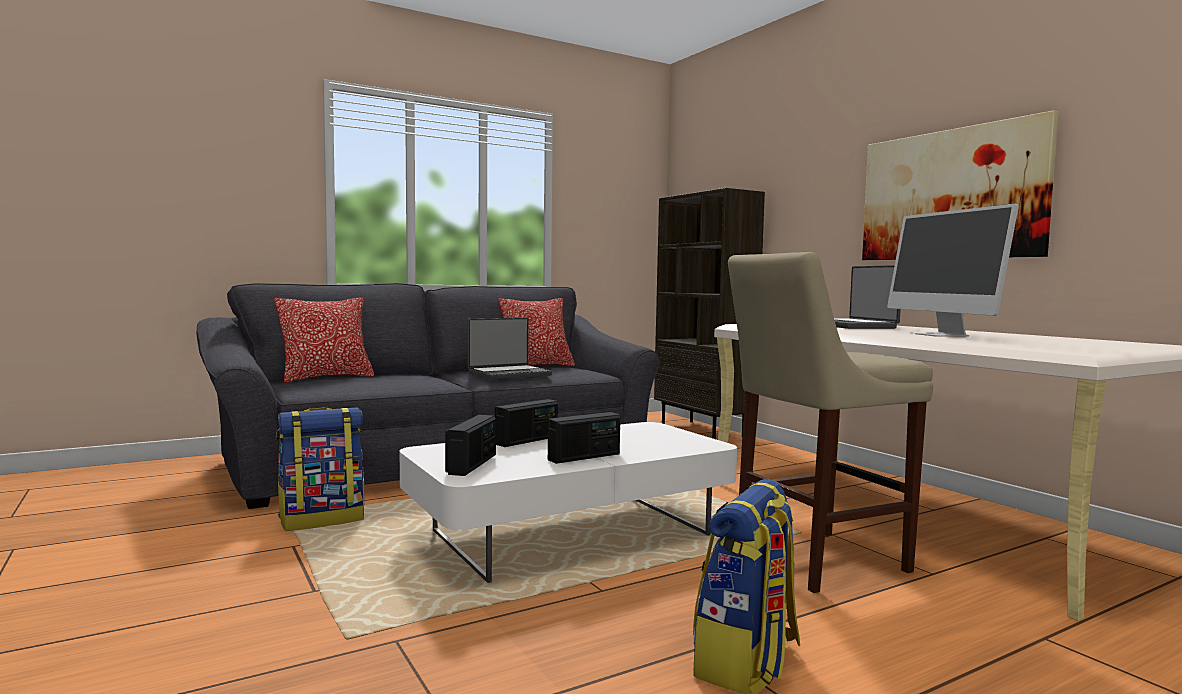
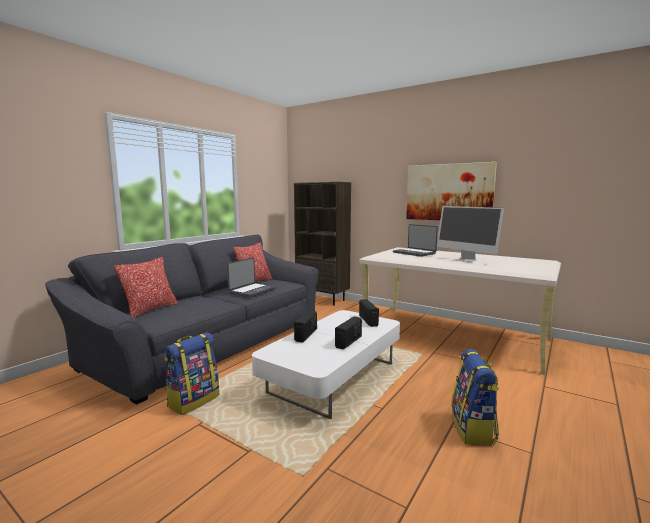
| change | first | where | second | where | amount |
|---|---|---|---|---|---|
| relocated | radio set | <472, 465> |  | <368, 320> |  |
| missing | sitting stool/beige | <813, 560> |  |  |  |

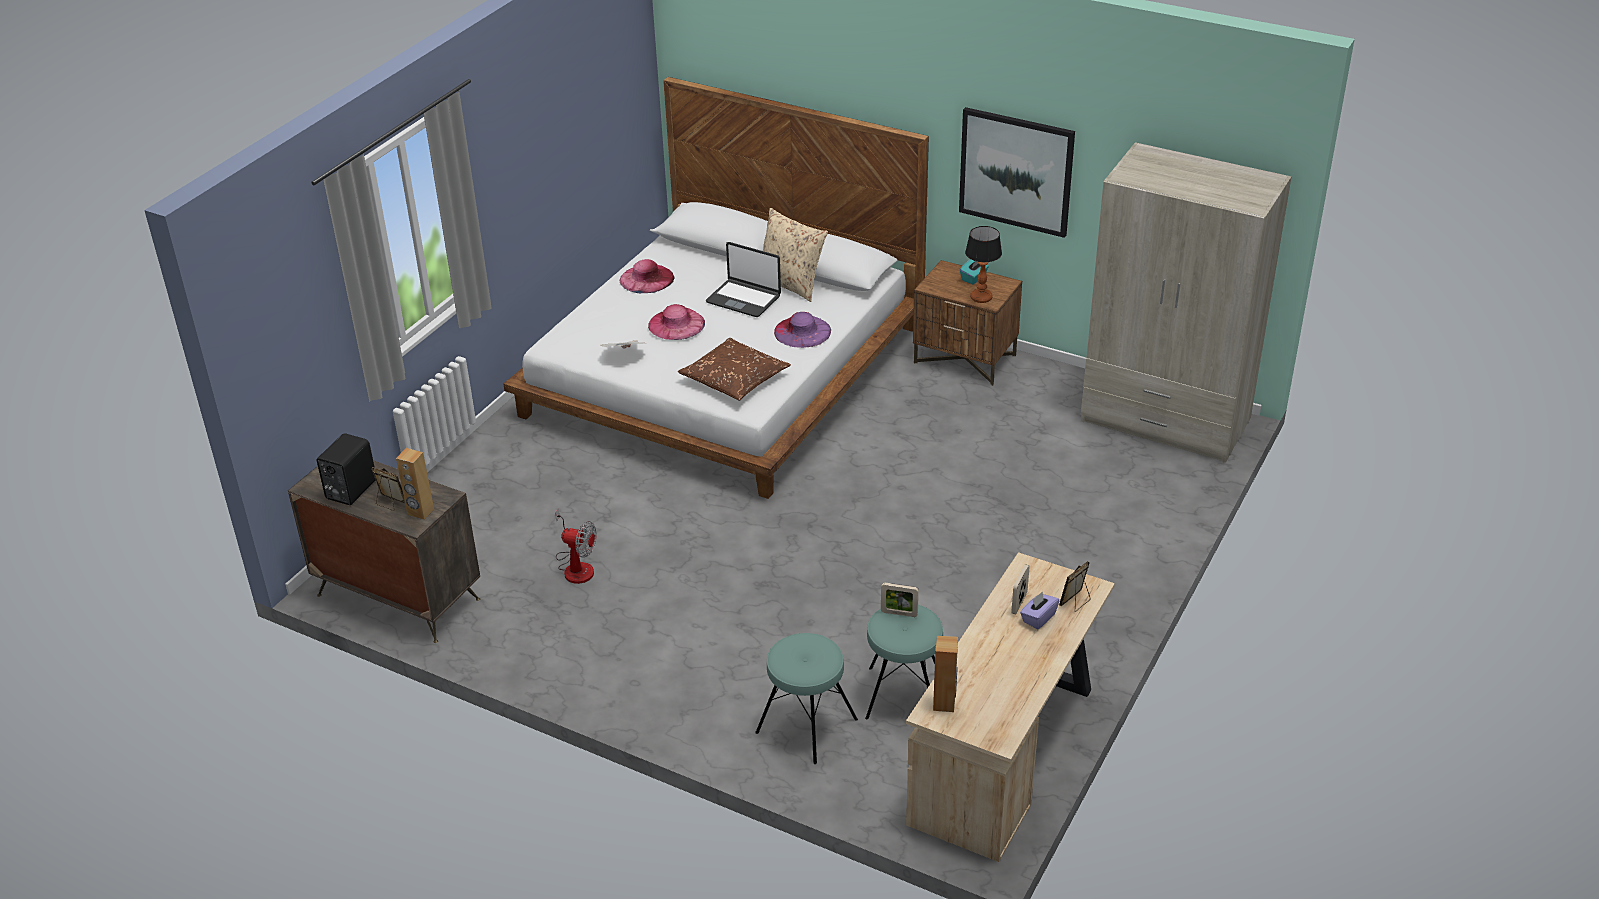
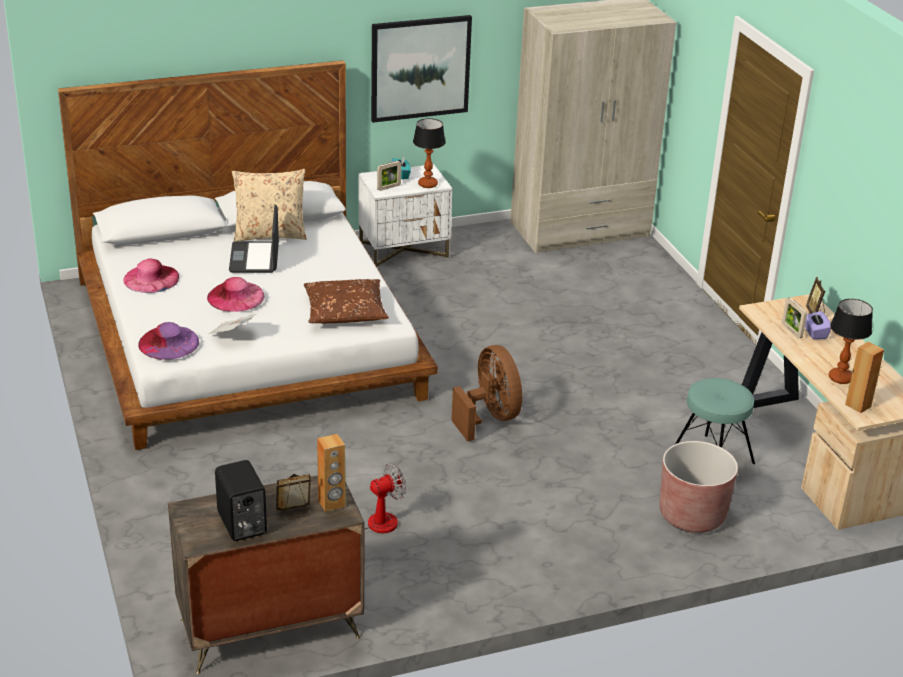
| change | first | where | second | where | amount |
|---|---|---|---|---|---|
| relocated | wearable hat/purplish | <802, 331> |  | <168, 343> |  |
| spun | notebook computer | <744, 299> |  | <255, 258> | 105 degrees clockwise |
| colour | nightstand/brownish | <965, 359> | nightstand/white | <404, 250> |  |
| relocated | photo frame | <899, 613> |  | <388, 187> |  |
| appeared |  |  | electric fan/brownish | <489, 418> |  |
| exchanged | sitting stool/blue-green | <806, 726> | flower pot/brownish | <692, 515> |  |
| appeared |  |  | lamp for a table | <840, 378> |  |

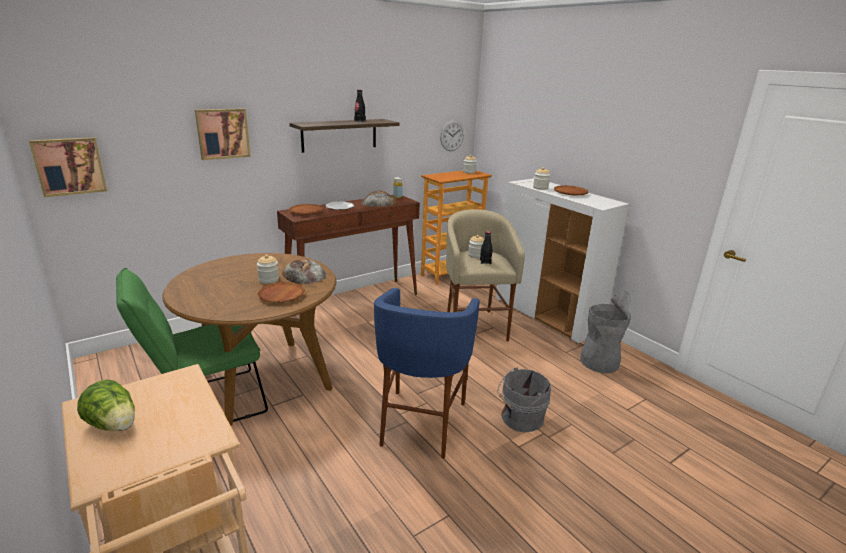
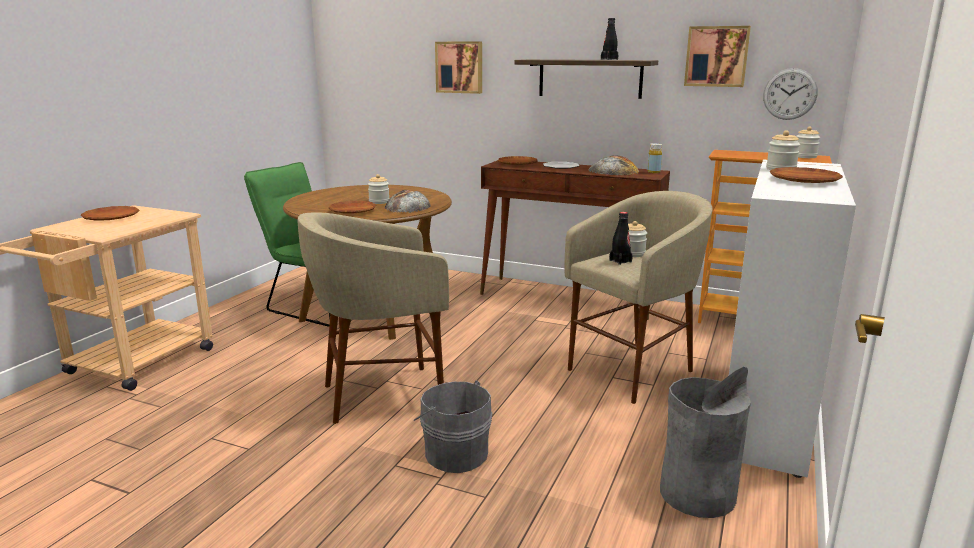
| change | first | where | second | where | amount |
|---|---|---|---|---|---|
| exchanged | lettuce | <114, 425> | dinner plate/brownish | <111, 217> |  |
| colour | sitting stool/bluish | <421, 423> | sitting stool/beige | <382, 395> |  |
| relocated | picture | <69, 166> |  | <716, 56> |  |

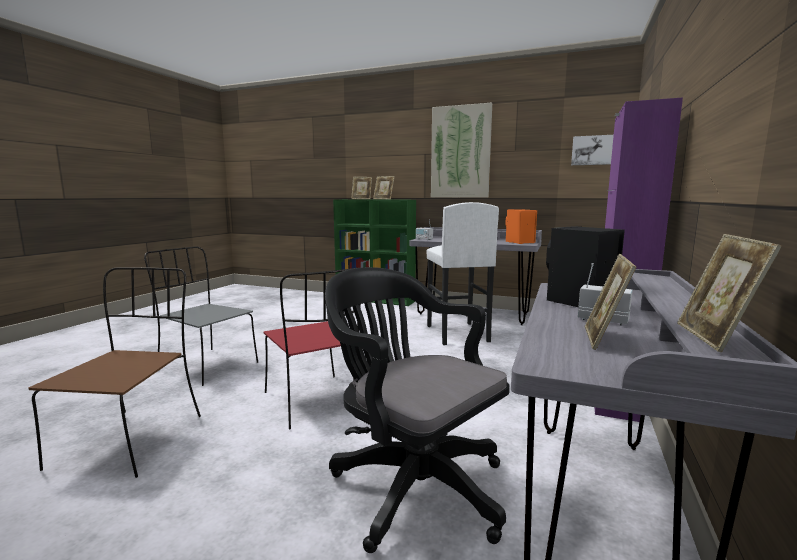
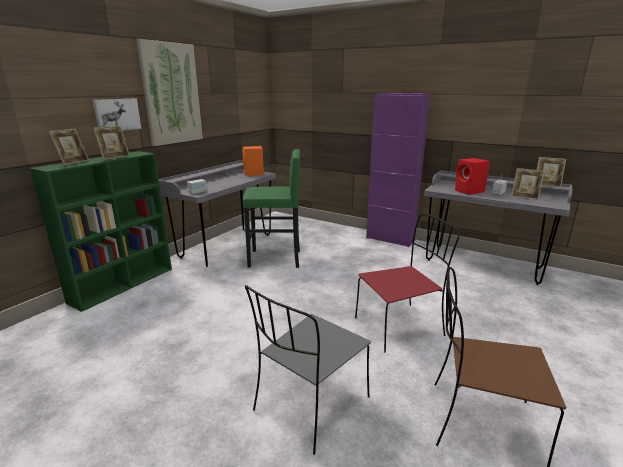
| change | first | where | second | where | amount |
|---|---|---|---|---|---|
| relocated | picture | <594, 150> |  | <117, 115> |  |
| colour | sitting stool/white | <457, 334> | sitting stool/greenish | <275, 259> |  |
| colour | loudspeaker/black-coloured | <578, 302> | loudspeaker/reddish | <470, 191> |  |
| missing | computer chair/black-coloured | <412, 484> |  |  |  |

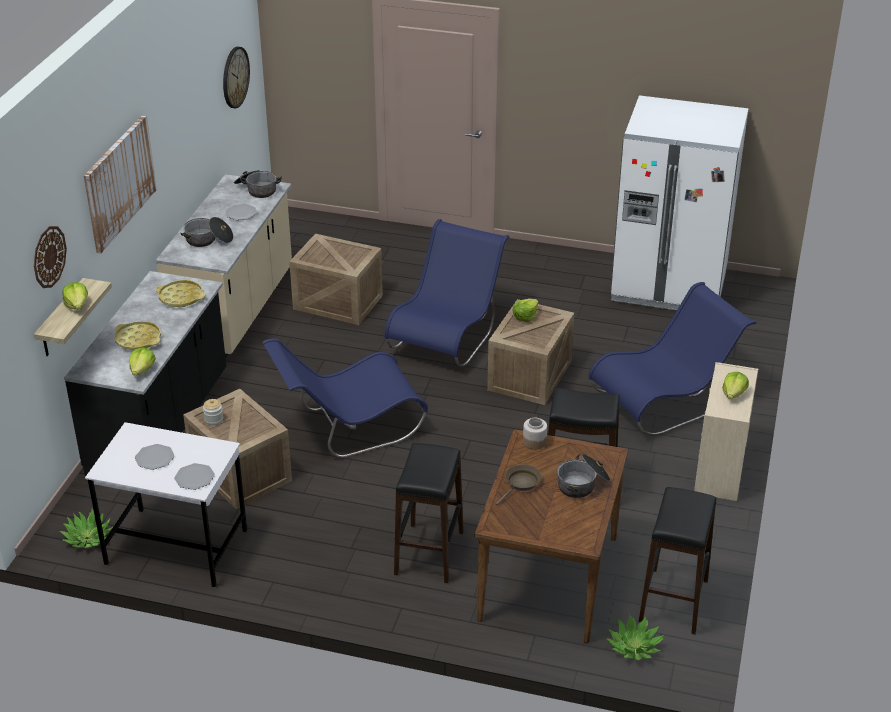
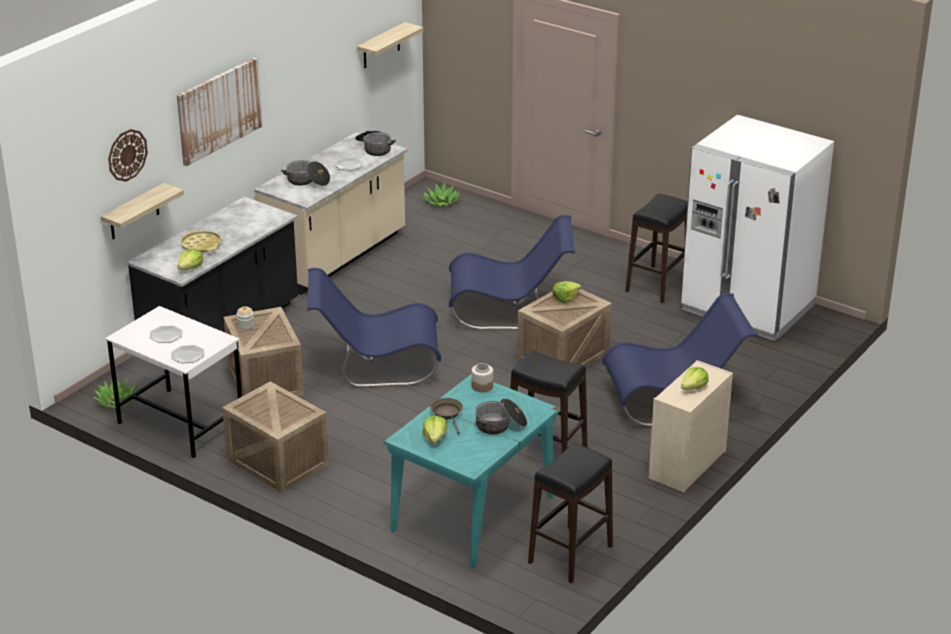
| change | first | where | second | where | amount |
|---|---|---|---|---|---|
| relocated | shipping crate | <336, 302> |  | <276, 462> |  |
| exchanged | hanging clock | <235, 77> | wall shelf | <381, 46> |  |
| colour | dining table/brownish | <549, 576> | dining table/blue-green | <473, 512> |  |
| relocated | potted plant | <634, 647> |  | <441, 202> |  |
| relocated | lettuce | <77, 305> |  | <435, 438> |  |
| spun | frying pan/brownish | <521, 484> |  | <448, 414> | 75 degrees counterclockwise |
| spun | plain chair/bluish | <447, 336> |  | <510, 310> | 45 degrees clockwise |
| relocated | sitting stool/black-coloured | <429, 552> |  | <657, 284> |  |
| missing | tray/yellowish | <181, 297> |  |  |  |

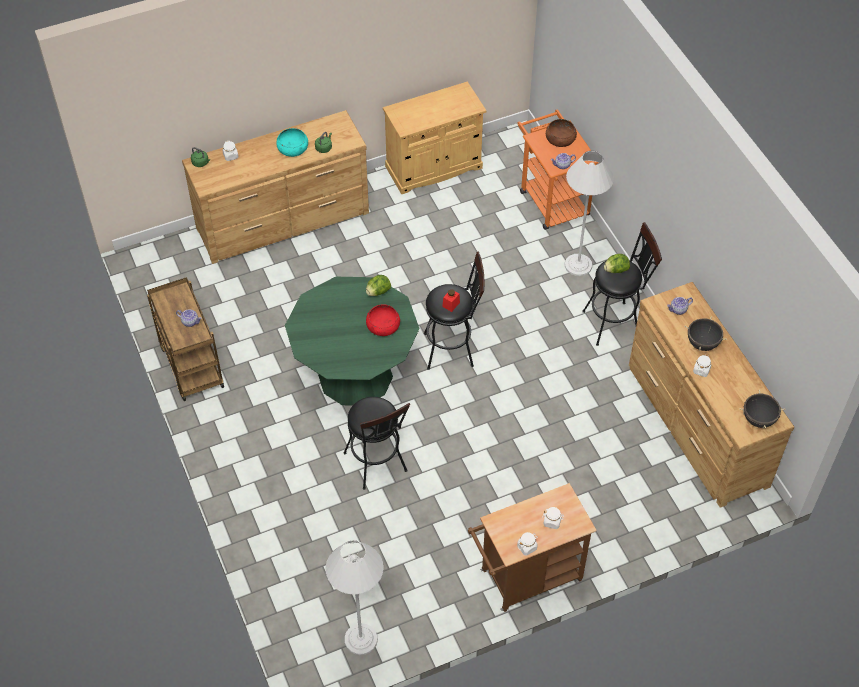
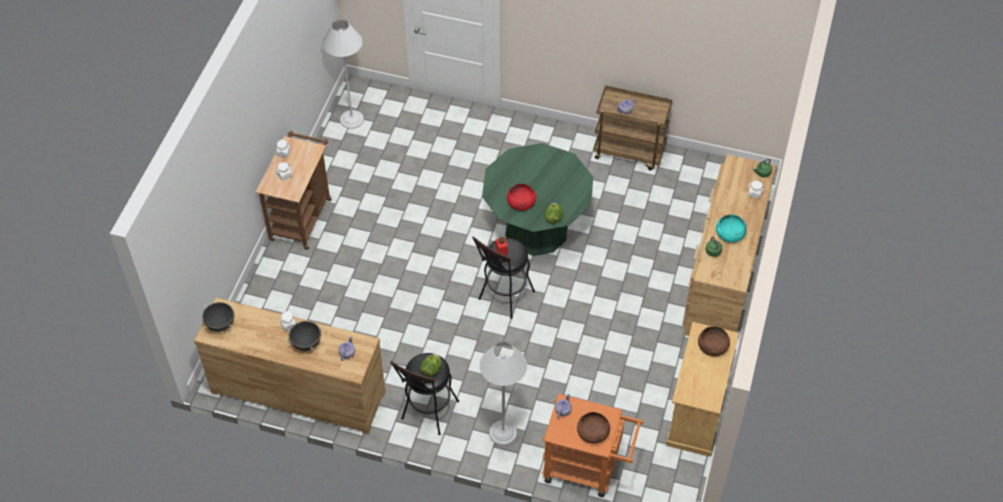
| change | first | where | second | where | amount |
|---|---|---|---|---|---|
| appeared |  |  | bowl/brownish | <713, 346> |  |
| missing | sitting stool/black-coloured | <378, 466> |  |  |  |

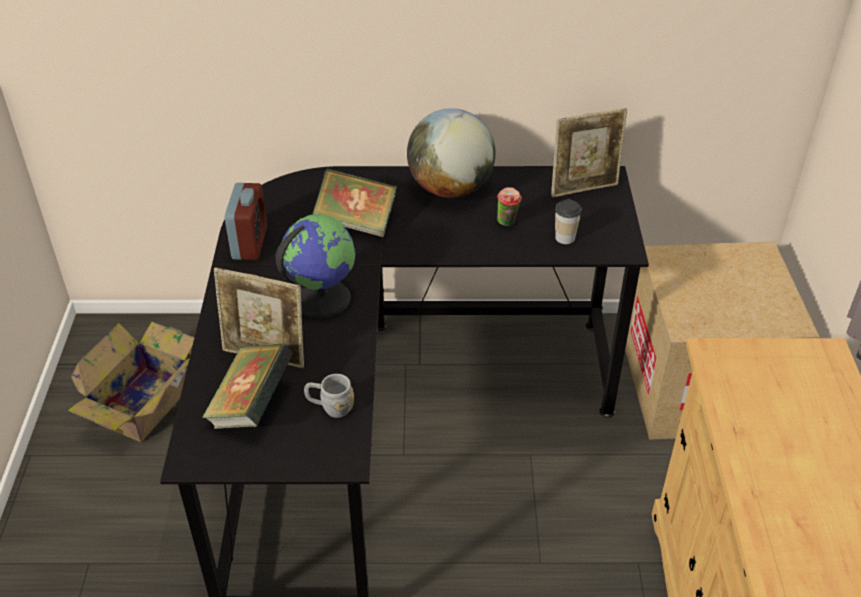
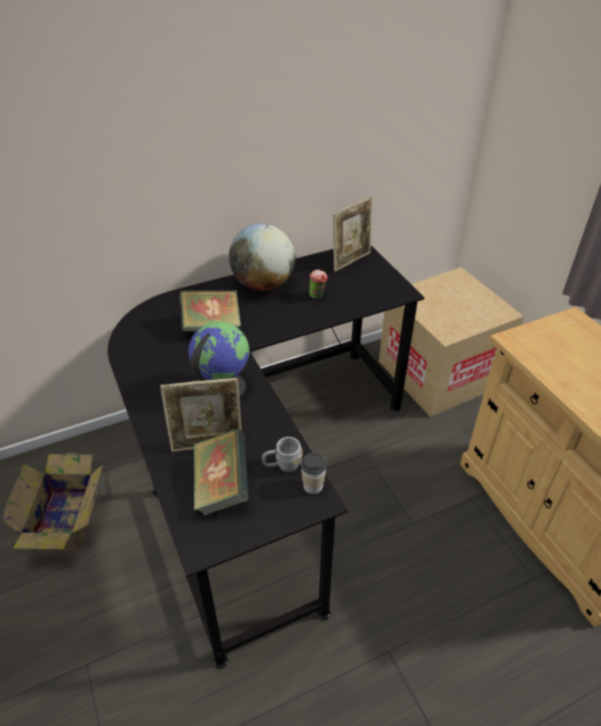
| change | first | where | second | where | amount |
|---|---|---|---|---|---|
| relocated | small cup | <565, 238> |  | <313, 486> |  |
| missing | alarm clock | <250, 243> |  |  |  |

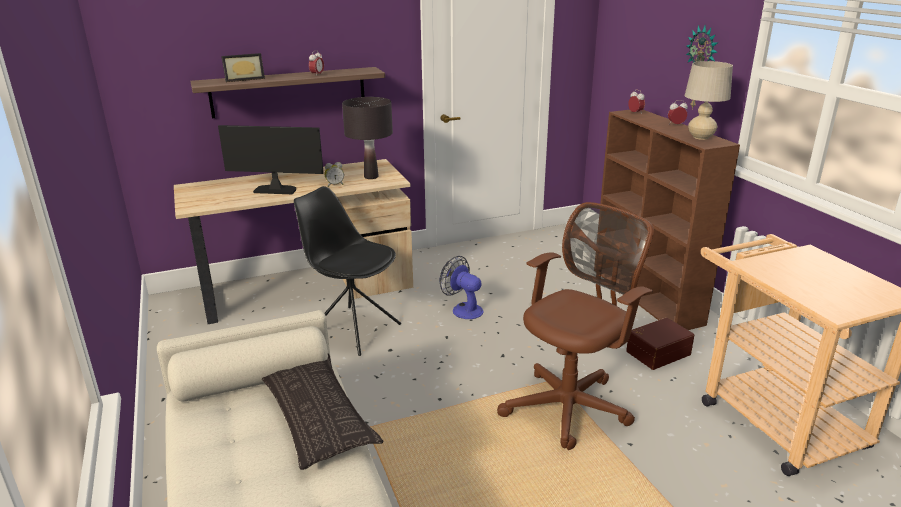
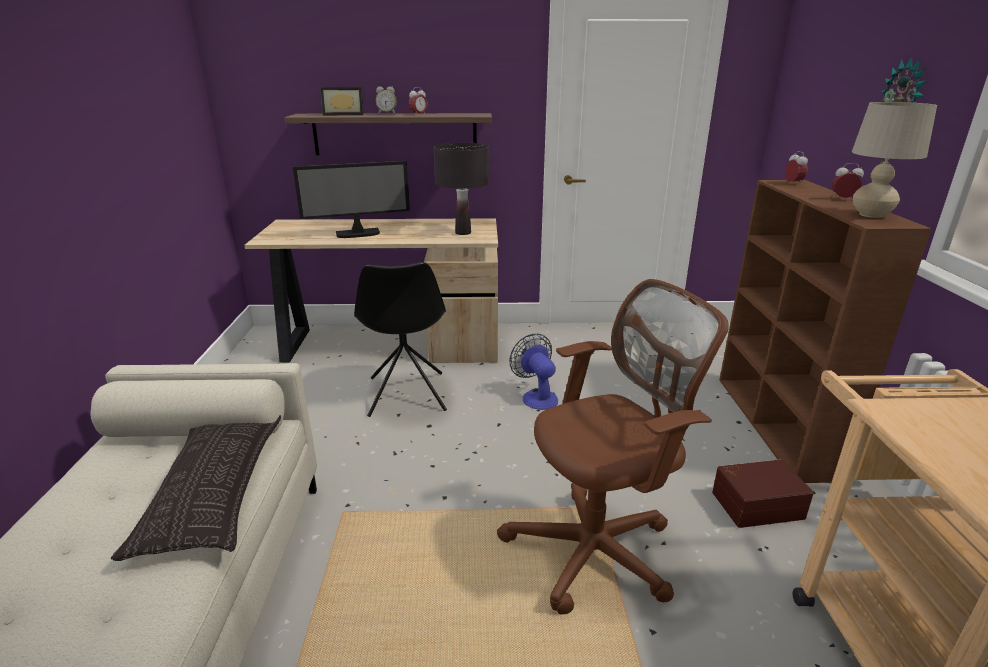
| change | first | where | second | where | amount |
|---|---|---|---|---|---|
| spun | monitor | <276, 190> |  | <358, 234> | 135 degrees clockwise |
| spun | plain chair/black-coloured | <353, 329> |  | <406, 395> | 150 degrees counterclockwise |
| relocated | alarm clock | <335, 185> |  | <387, 114> |  |

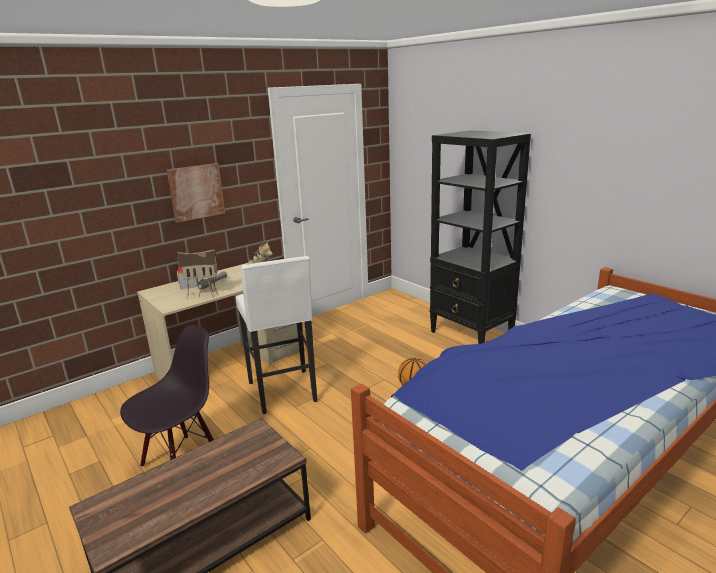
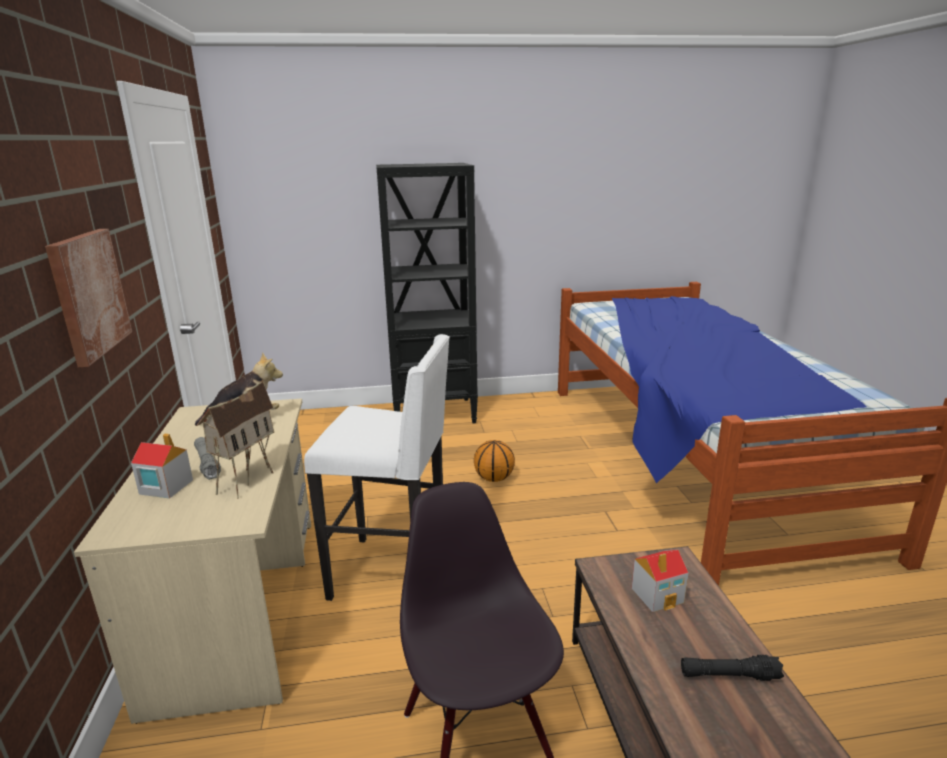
| change | first | where | second | where | amount |
|---|---|---|---|---|---|
| appeared |  |  | toy house | <658, 595> |  |
| appeared |  |  | hand torch/black-coloured | <729, 675> |  |

